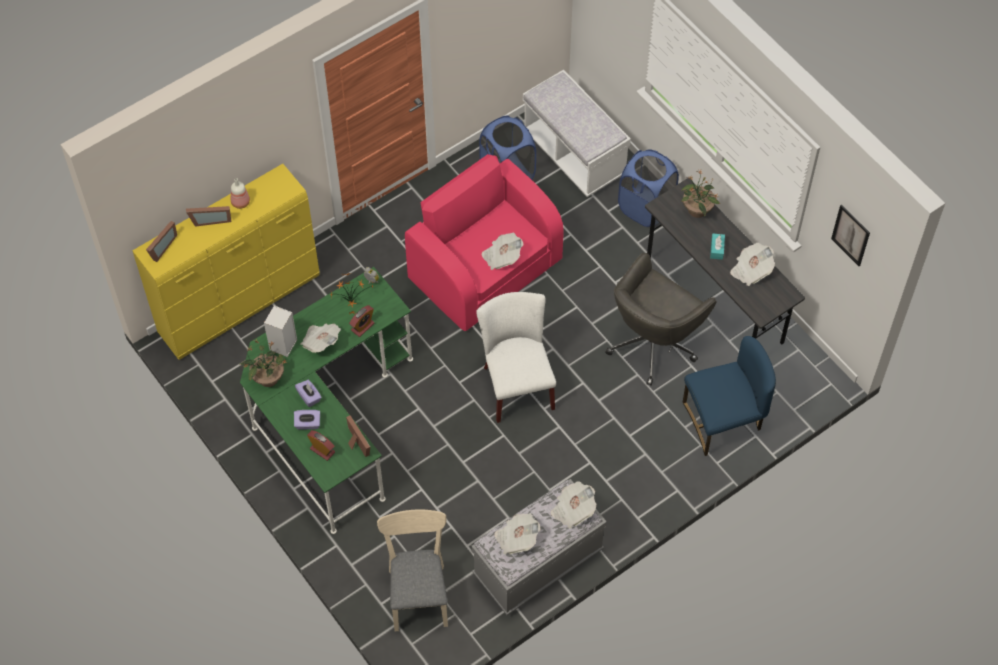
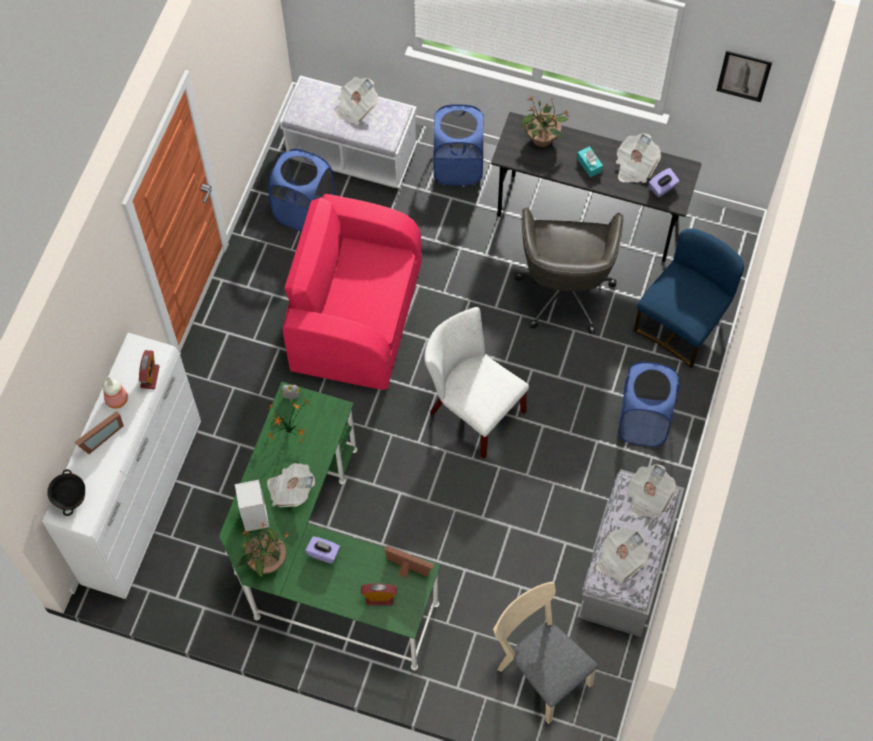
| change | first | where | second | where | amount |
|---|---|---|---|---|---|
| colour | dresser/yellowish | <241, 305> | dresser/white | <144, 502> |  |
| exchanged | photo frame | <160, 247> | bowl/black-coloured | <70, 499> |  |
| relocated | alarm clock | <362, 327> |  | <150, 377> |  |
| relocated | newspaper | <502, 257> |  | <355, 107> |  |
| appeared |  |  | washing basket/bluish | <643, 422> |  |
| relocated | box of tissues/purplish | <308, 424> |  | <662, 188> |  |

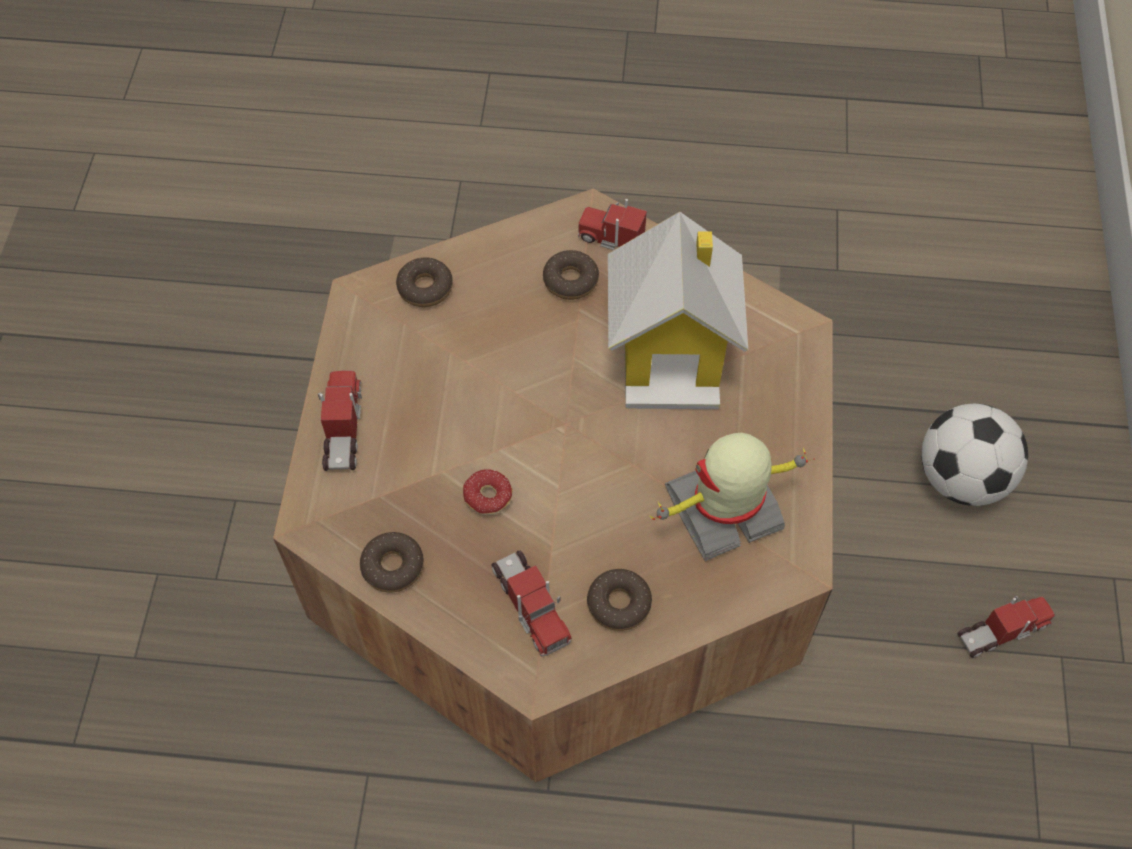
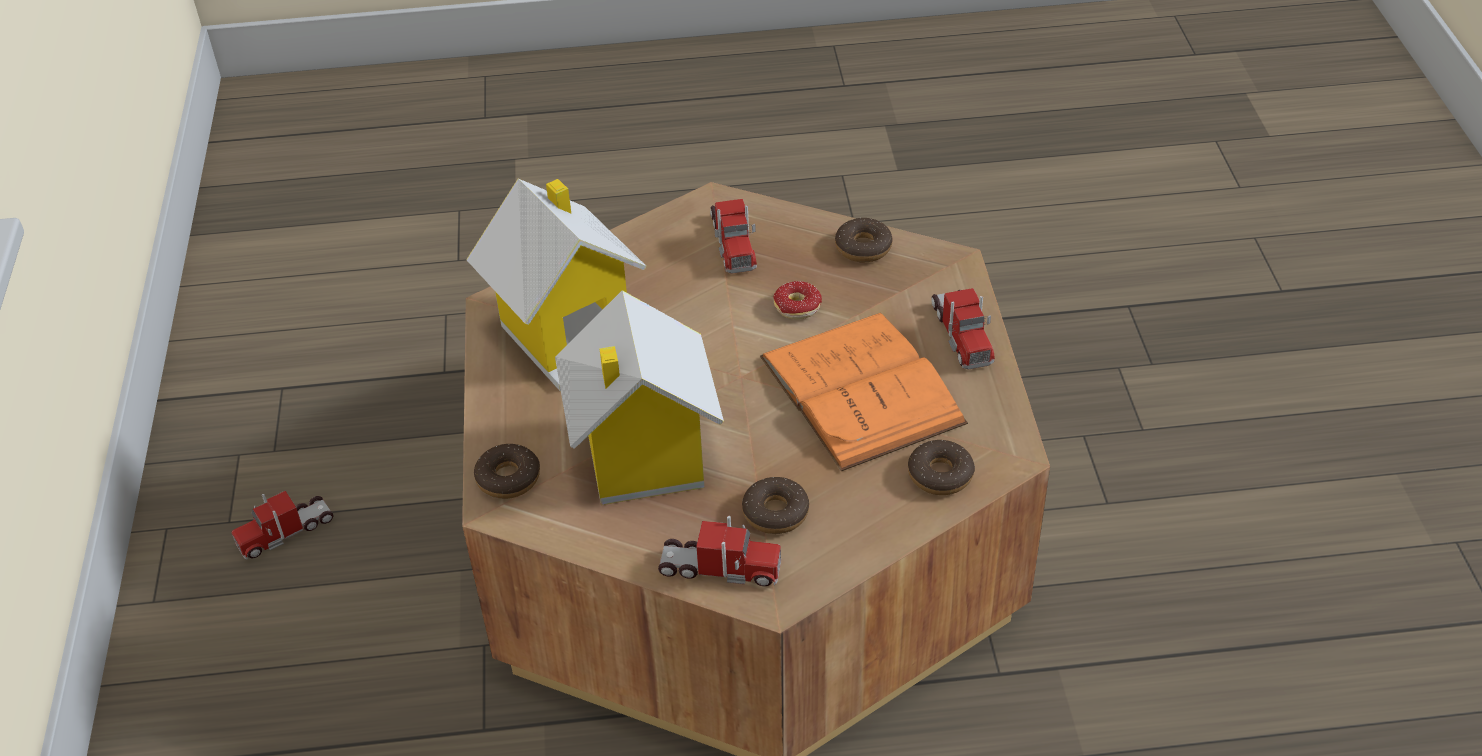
| change | first | where | second | where | amount |
|---|---|---|---|---|---|
| exchanged | robot figure | <725, 512> | toy house | <569, 333> |  |
| relocated | doughnut | <619, 604> |  | <508, 478> |  |
| spun | toy truck | <530, 605> |  | <733, 243> | 150 degrees counterclockwise |
| appeared |  |  | book/orangey | <861, 390> |  |
| missing | football | <961, 478> |  |  |  |

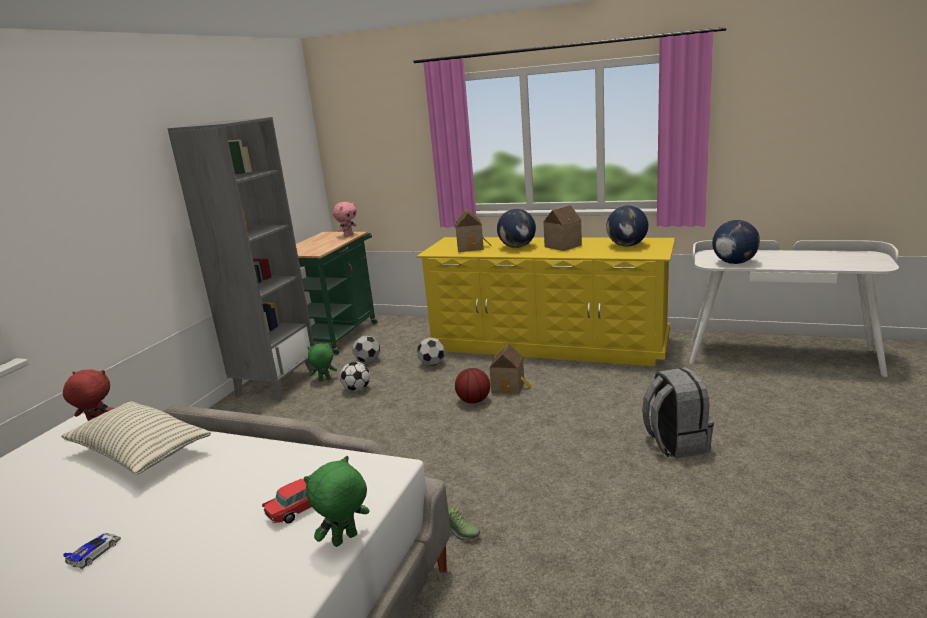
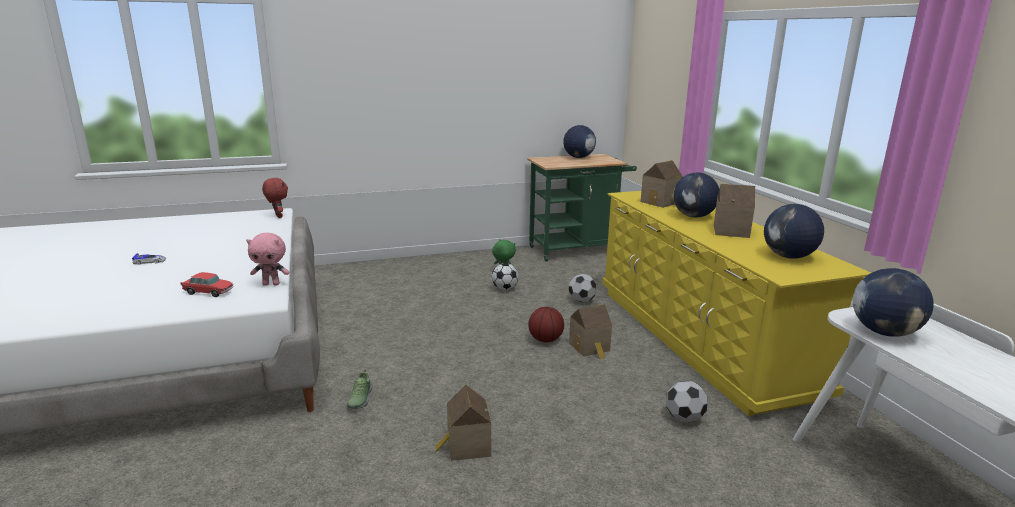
| change | first | where | second | where | amount |
|---|---|---|---|---|---|
| relocated | cuddly toy/pink | <348, 235> |  | <271, 284> |  |
| appeared |  |  | toy house | <466, 446> |  |
| appeared |  |  | globe | <578, 157> |  |
| relocated | football | <368, 361> |  | <684, 418> |  |
| missing | throw pillow | <140, 453> |  |  |  |
| missing | shelving unit/gray | <276, 383> |  |  |  |
| missing | cuddly toy/greenish | <345, 540> |  |  |  |
| missing | backpack/gray | <675, 443> |  |  |  |

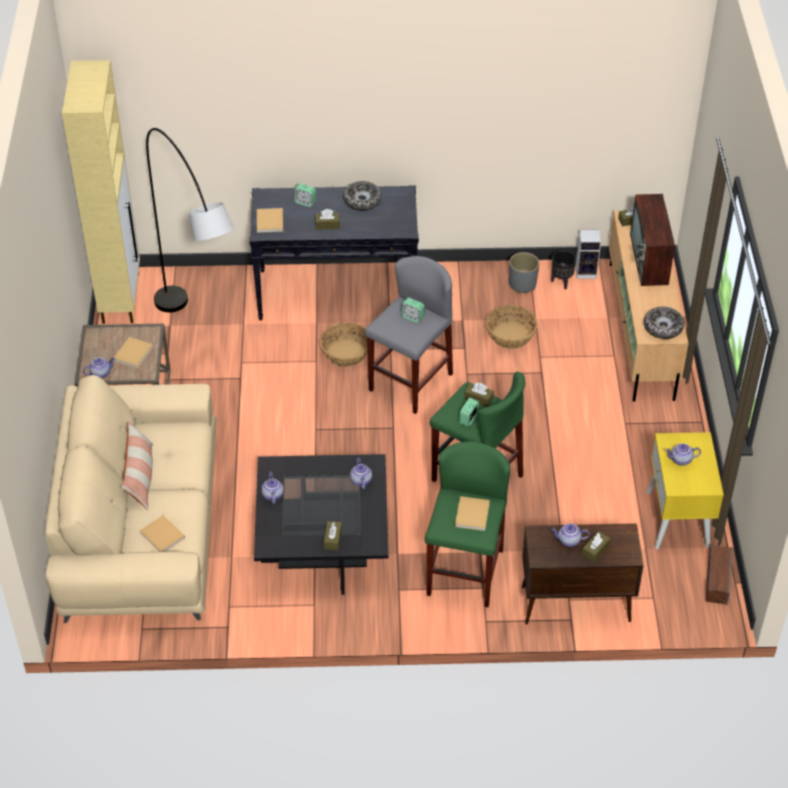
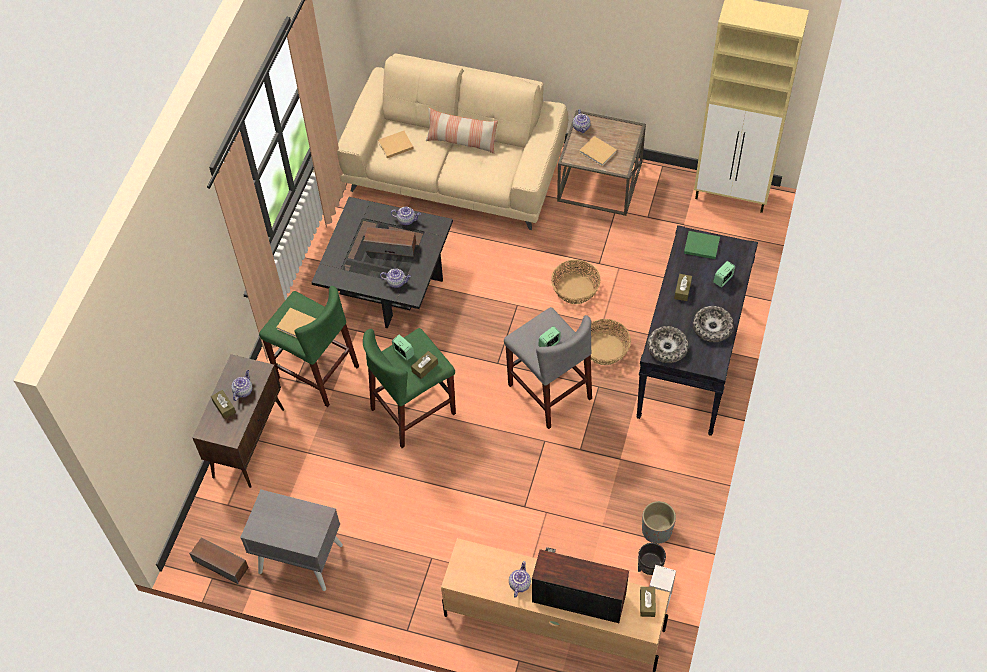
| change | first | where | second | where | amount |
|---|---|---|---|---|---|
| colour | nightstand/yellowish | <677, 519> | nightstand/gray | <300, 558> |  |
| appeared |  |  | loudspeaker | <390, 246> |  |
| relocated | teapot | <681, 460> |  | <519, 584> |  |
| relocated | basket | <510, 335> |  | <575, 289> |  |
| relocated | bowl | <663, 327> |  | <667, 348> |  |
| colour | book/beige | <270, 222> | book/greenish | <700, 245> |  |
| missing | standard lamp/gray | <201, 338> |  |  |  |
| missing | box of tissues/brownish | <333, 539> |  |  |  |

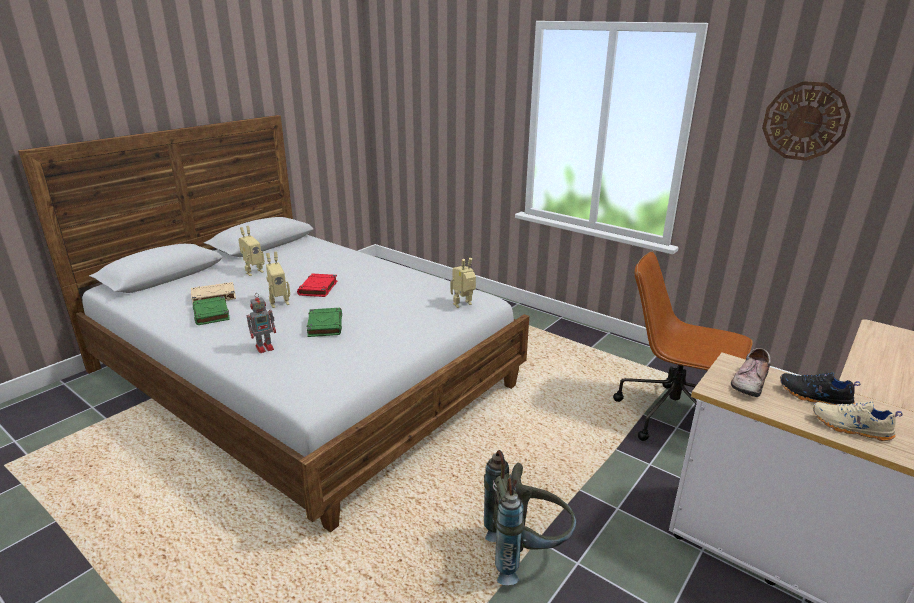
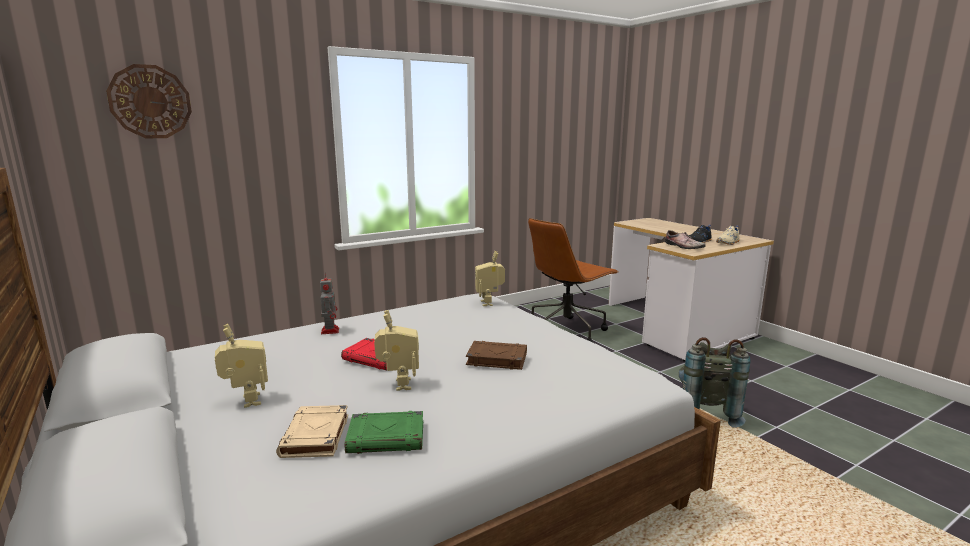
| change | first | where | second | where | amount |
|---|---|---|---|---|---|
| relocated | hanging clock | <804, 121> |  | <150, 102> |  |
| relocated | robot figure | <265, 347> |  | <330, 330> |  |
| colour | book/greenish | <325, 325> | book/brownish | <496, 359> |  |

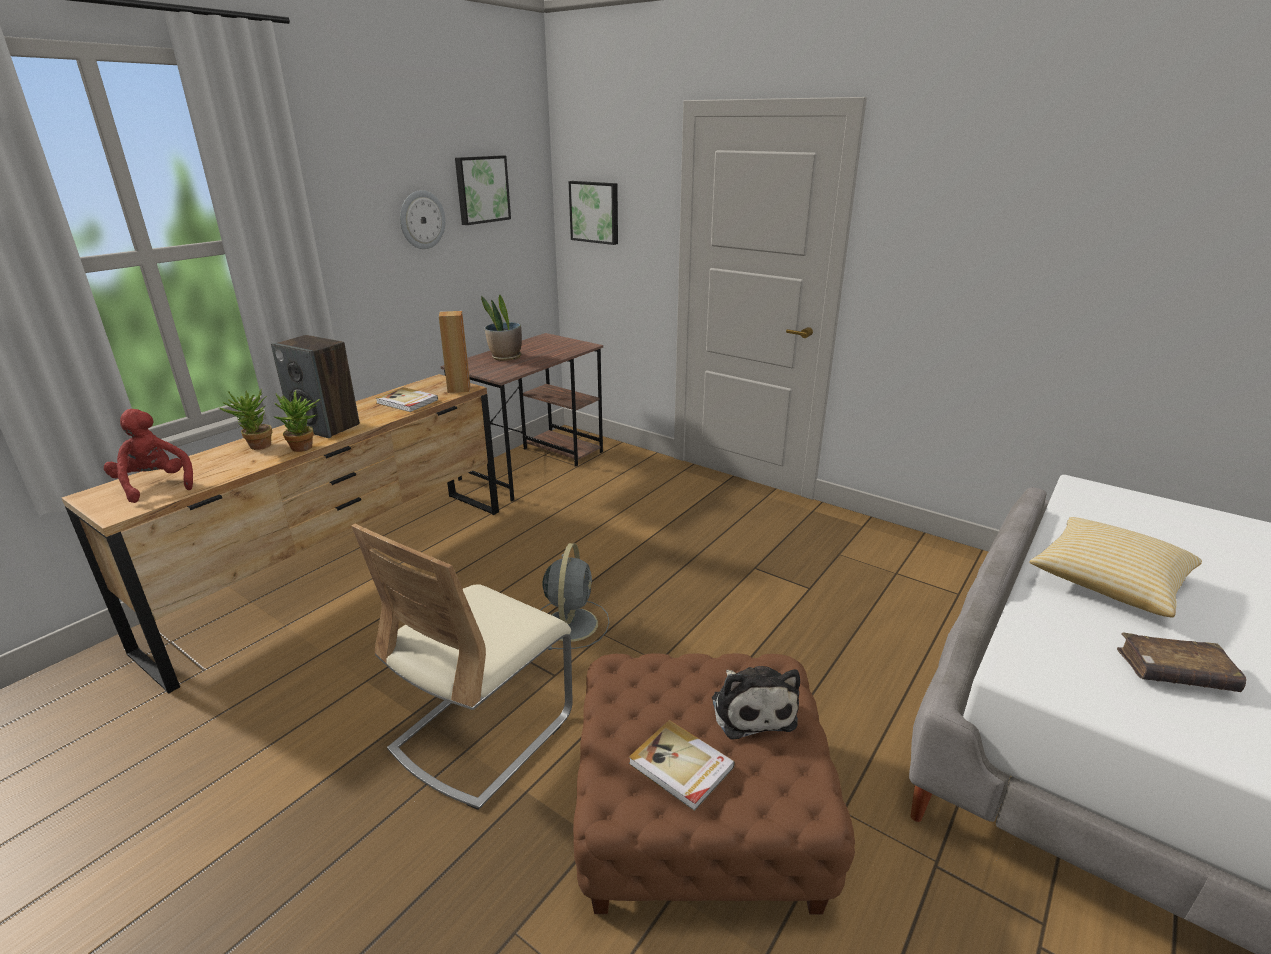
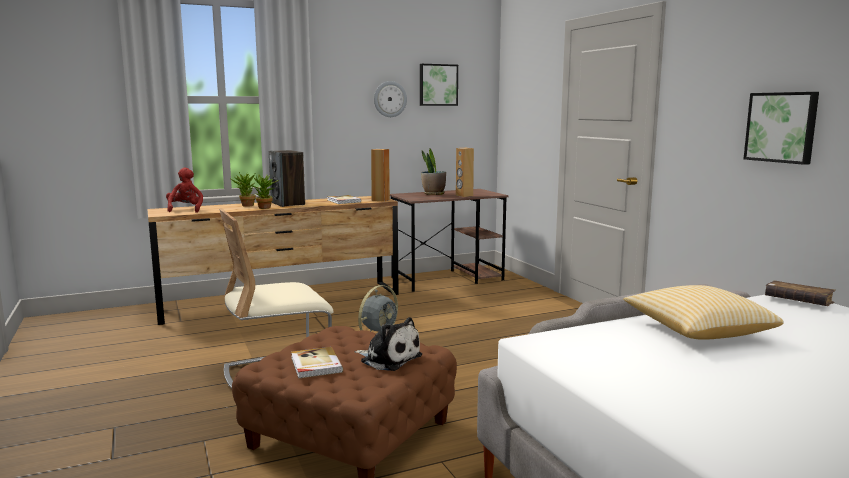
| change | first | where | second | where | amount |
|---|---|---|---|---|---|
| spun | cuddly toy | <752, 709> |  | <388, 358> | 75 degrees counterclockwise |
| appeared |  |  | loudspeaker/brownish | <464, 195> |  |
| relocated | picture | <595, 212> |  | <782, 127> |  |
| relocated | book/brownish | <1174, 673> |  | <798, 301> |  |

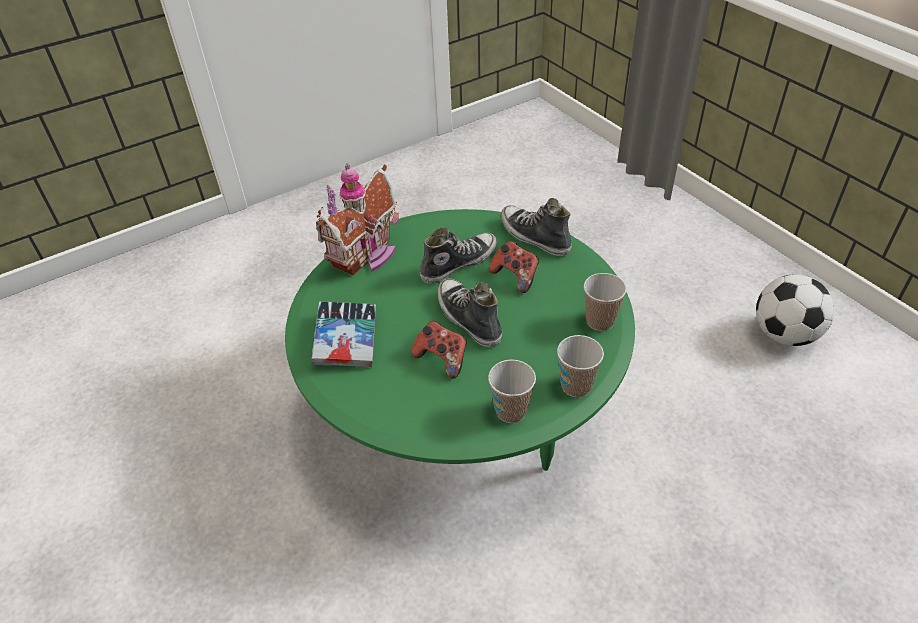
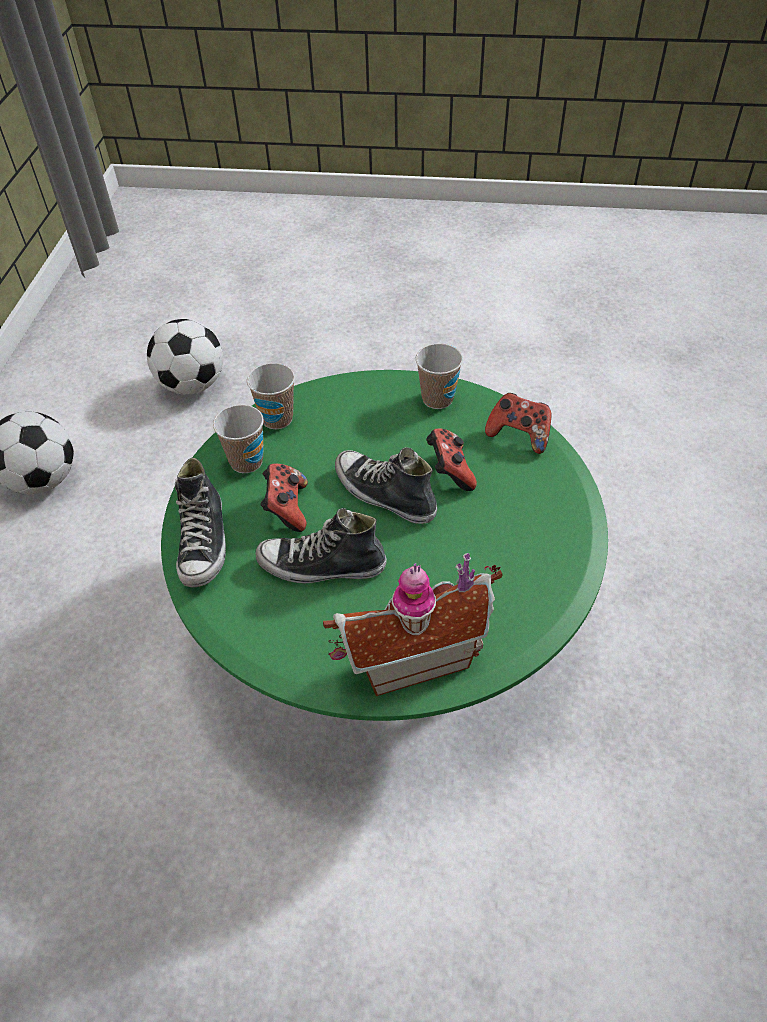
| change | first | where | second | where | amount |
|---|---|---|---|---|---|
| appeared |  |  | football | <192, 385> |  |
| relocated | small cup | <576, 386> |  | <246, 462> |  |
| spun | shoe | <468, 318> |  | <384, 494> | 120 degrees clockwise |
| appeared |  |  | joypad | <519, 435> |  |
| missing | book | <346, 340> |  |  |  |

